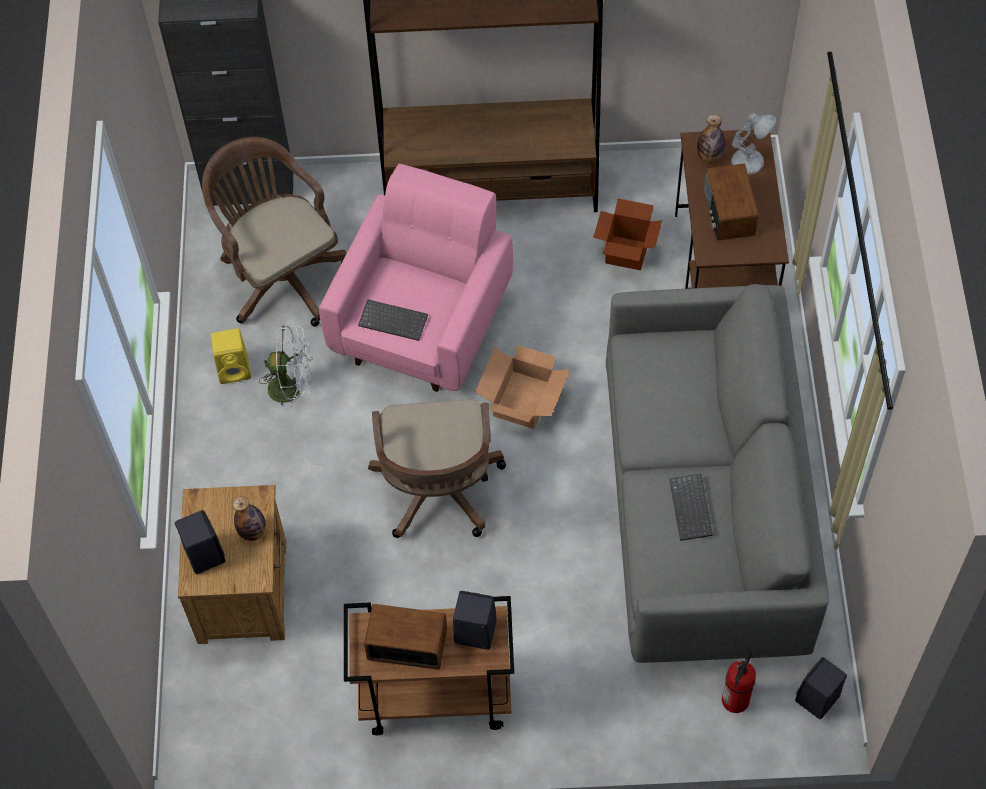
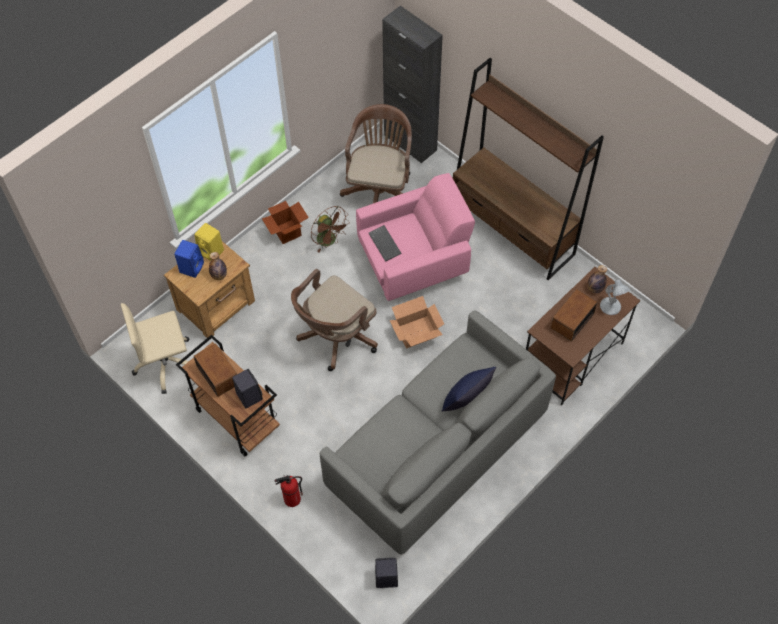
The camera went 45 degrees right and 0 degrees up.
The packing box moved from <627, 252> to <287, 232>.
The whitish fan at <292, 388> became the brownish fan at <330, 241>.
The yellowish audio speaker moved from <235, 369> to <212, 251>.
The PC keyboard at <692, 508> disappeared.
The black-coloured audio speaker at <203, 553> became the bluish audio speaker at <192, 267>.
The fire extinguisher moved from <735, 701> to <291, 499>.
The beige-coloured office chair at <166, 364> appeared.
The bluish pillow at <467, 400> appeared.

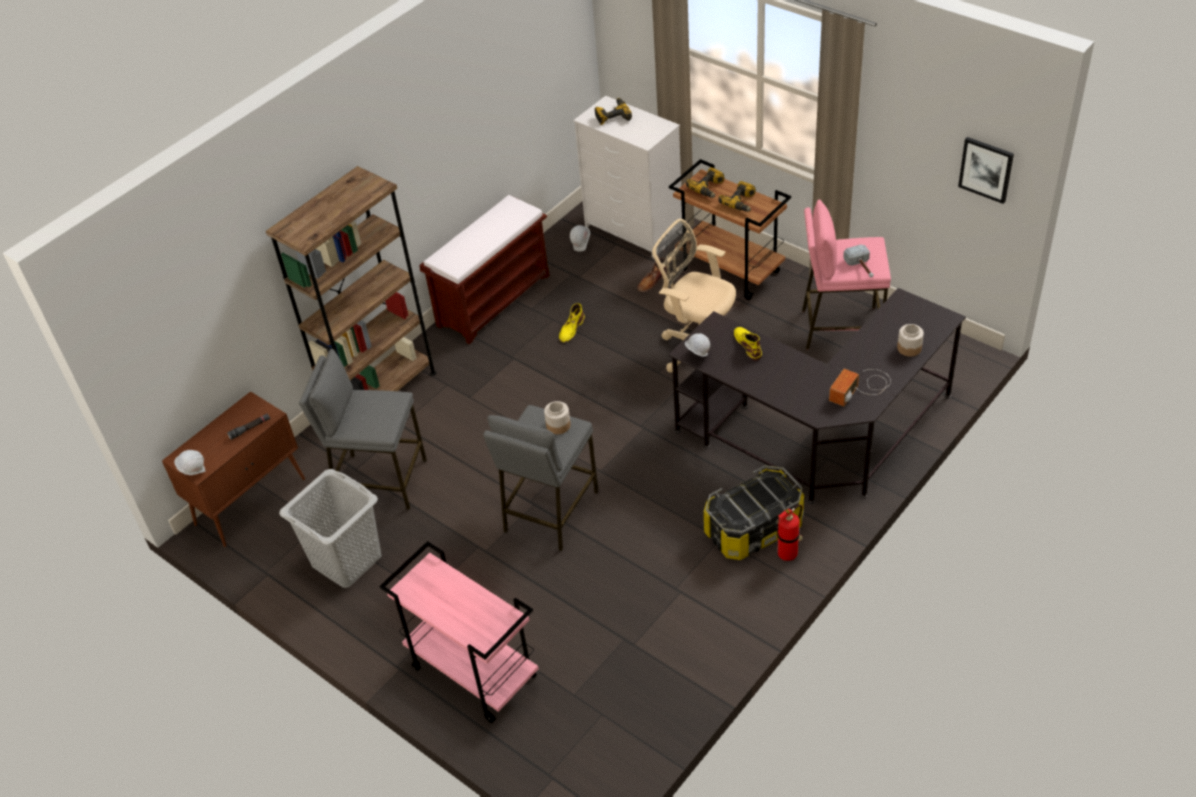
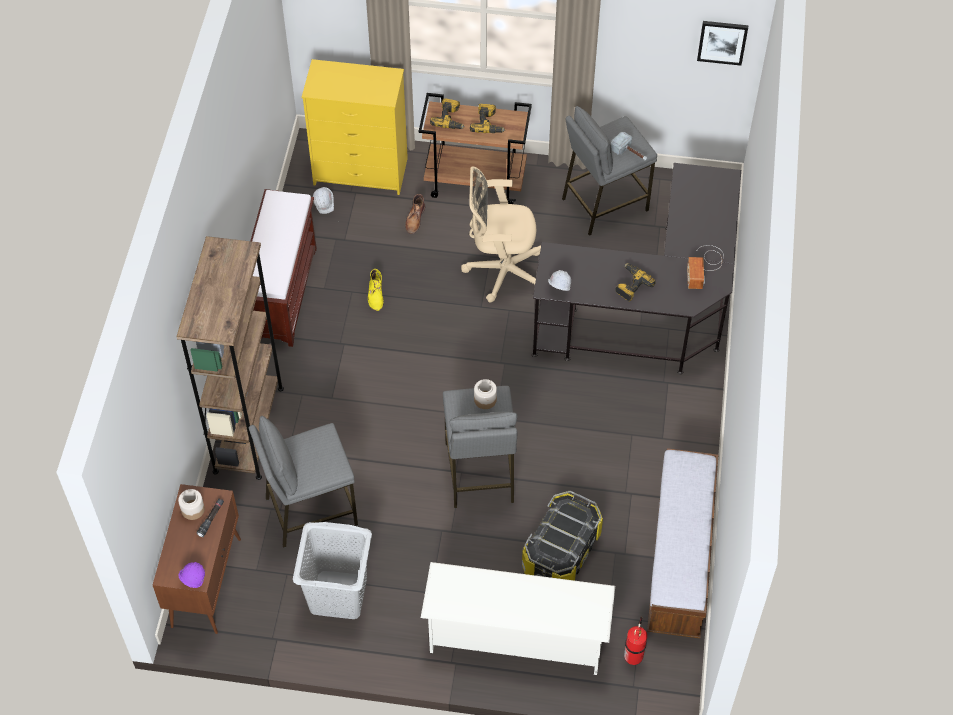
The camera went 35 degrees left and 10 degrees up.
The whitish drawer chest at <634, 229> became the yellowish drawer chest at <361, 171>.
The drill moved from <612, 115> to <631, 285>.
The pink stool seat at <840, 328> became the gray stool seat at <604, 204>.
The jar moved from <909, 348> to <193, 509>.
The yellowish high-top boot at <748, 345> disappeared.
The whitish safety helmet at <194, 472> became the purplish safety helmet at <193, 581>.
The storage bin moved from <754, 529> to <561, 552>.
The fire extinguisher moved from <789, 553> to <633, 655>.
The pink cart at <472, 672> was replaced by the whitish shoe rack at <516, 637>.
The indoor bench at <679, 558> appeared.

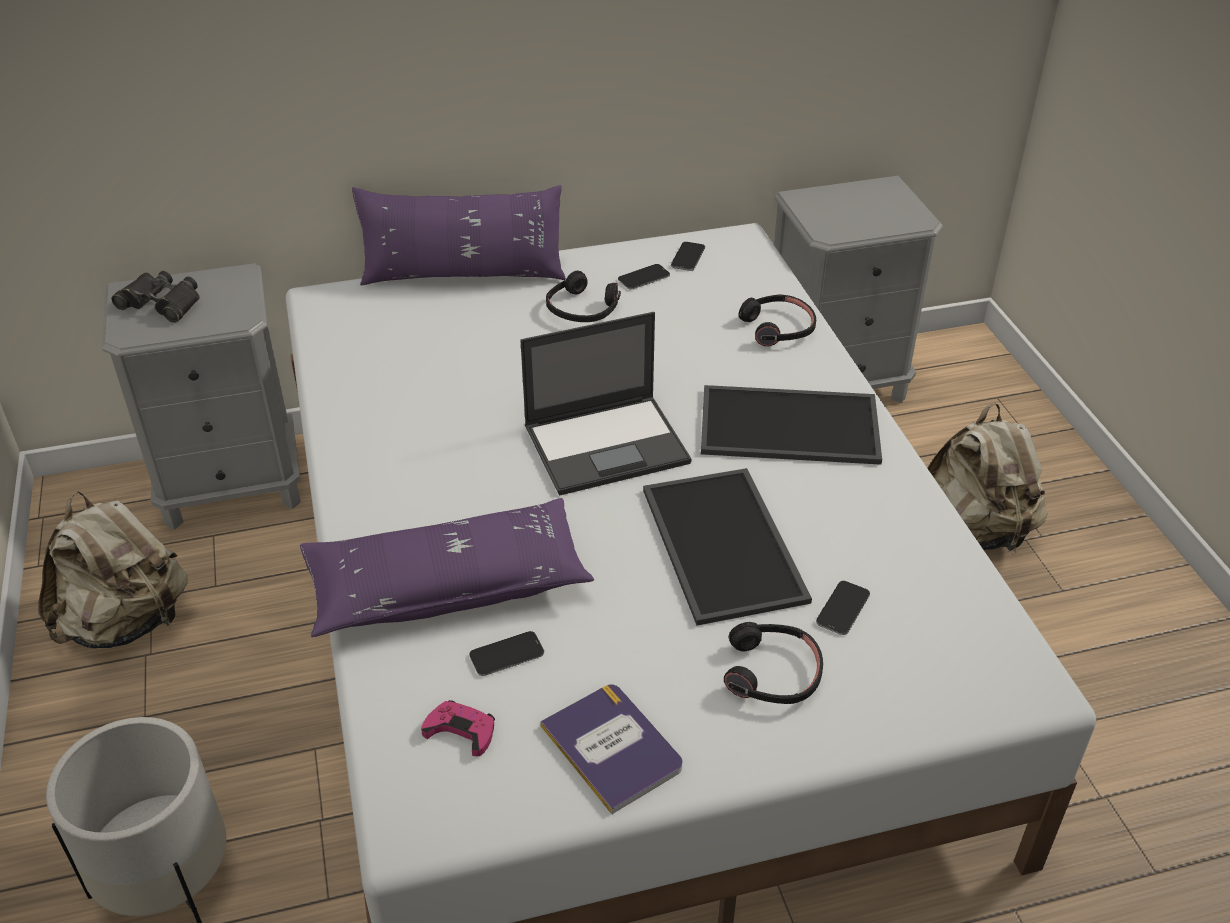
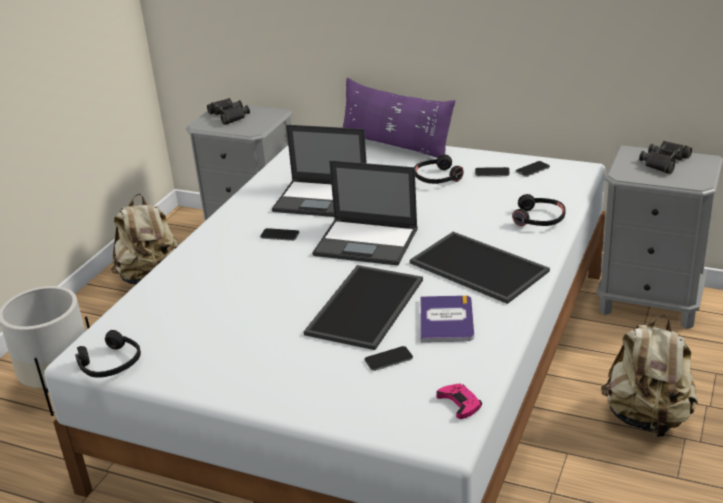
The camera went 40 degrees right and 10 degrees down.
The purplish pillow at <447, 585> disappeared.
The black-coloured pair of headphones moved from <772, 673> to <110, 364>.
The telephone moved from <507, 655> to <280, 235>.
The volume moved from <612, 747> to <446, 320>.
The pink gamepad moved from <461, 731> to <460, 403>.
The laptop at <322, 199> appeared.
The black-coloured field glasses at <664, 162> appeared.

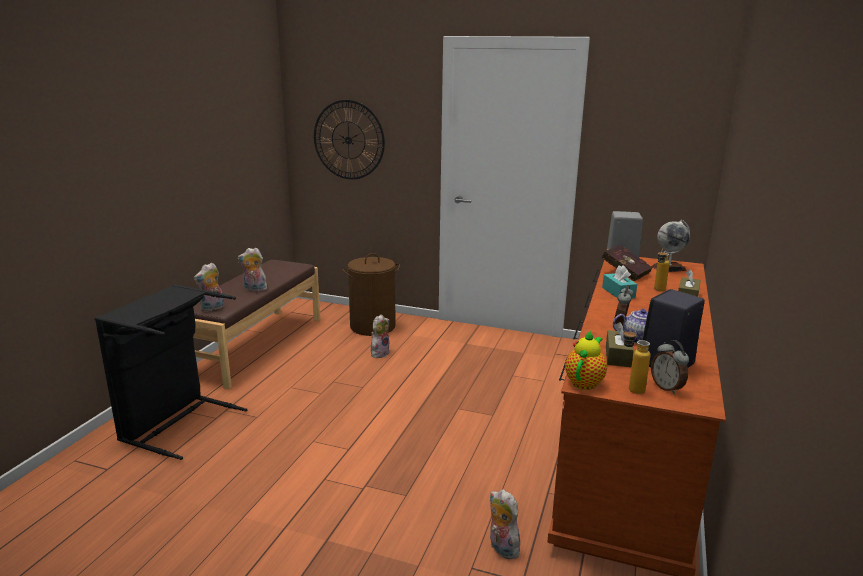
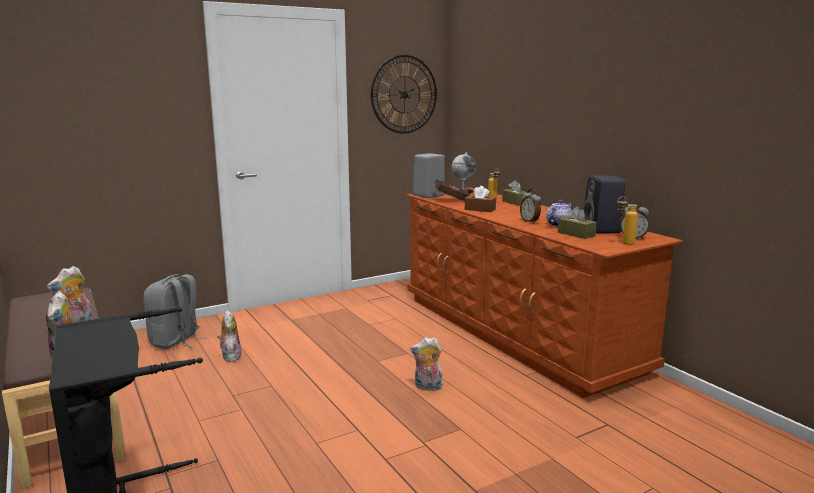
The camera went 50 degrees left and 5 degrees down.
The clock on the wall moved from <348, 140> to <404, 94>.
The brownish hamper at <372, 327> was replaced by the gray knapsack at <176, 341>.
The turquoise tissue box at <618, 293> became the brownish tissue box at <480, 209>.
The teapot at <585, 382> disappeared.
The plush toy moved from <501, 548> to <427, 387>.

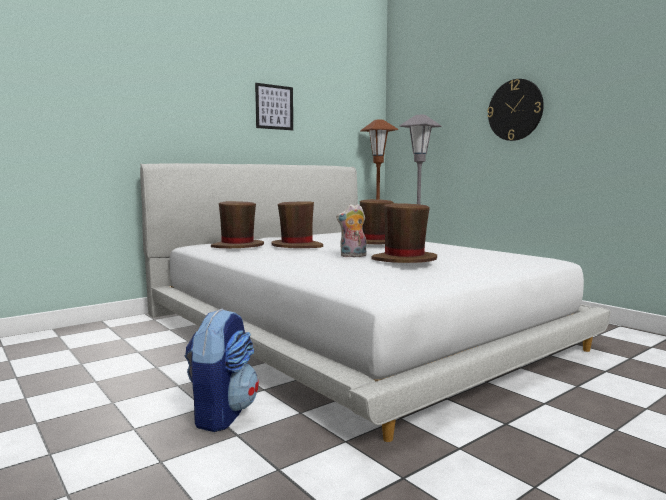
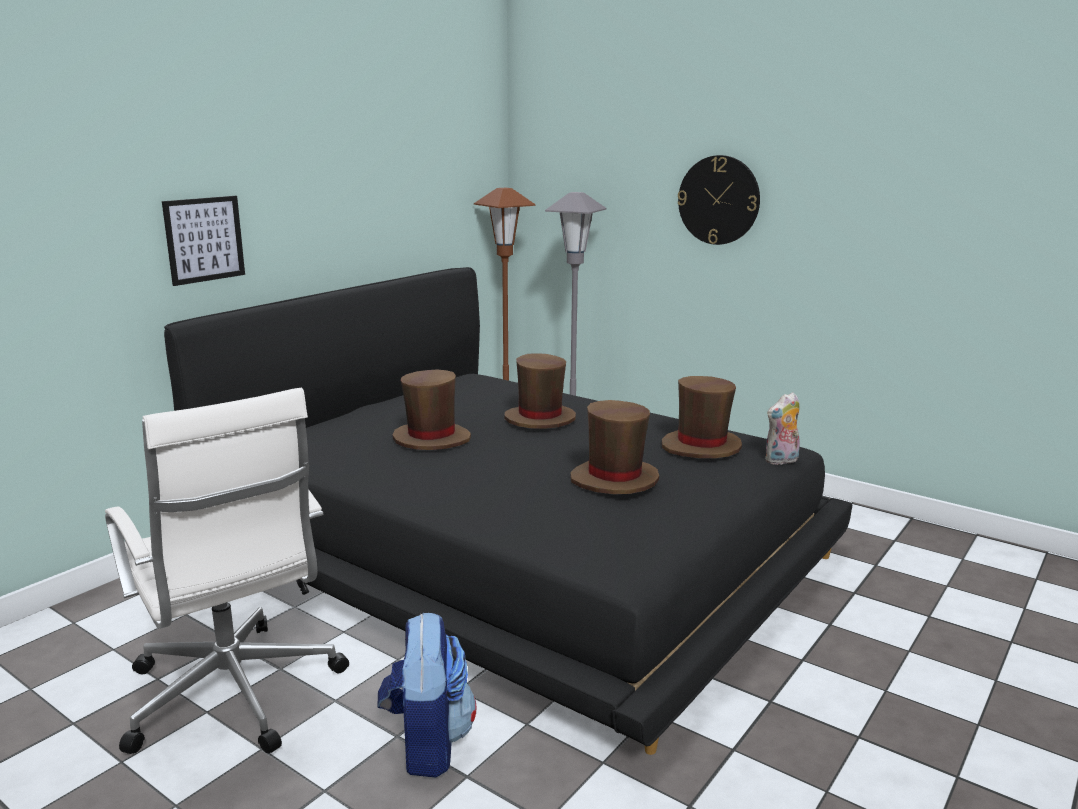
The camera went 15 degrees left and 10 degrees up.
The wall art moved from <274, 107> to <204, 239>.
The whitish bed at <351, 329> became the black-coloured bed at <519, 551>.
The brownish clothing hat moved from <237, 246> to <701, 447>.
The plush toy moved from <353, 256> to <781, 461>.
The whitish office chair at <233, 696> appeared.

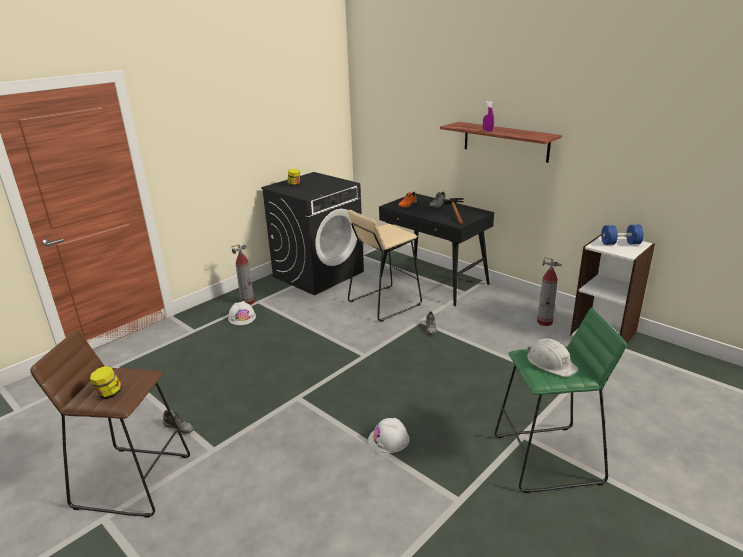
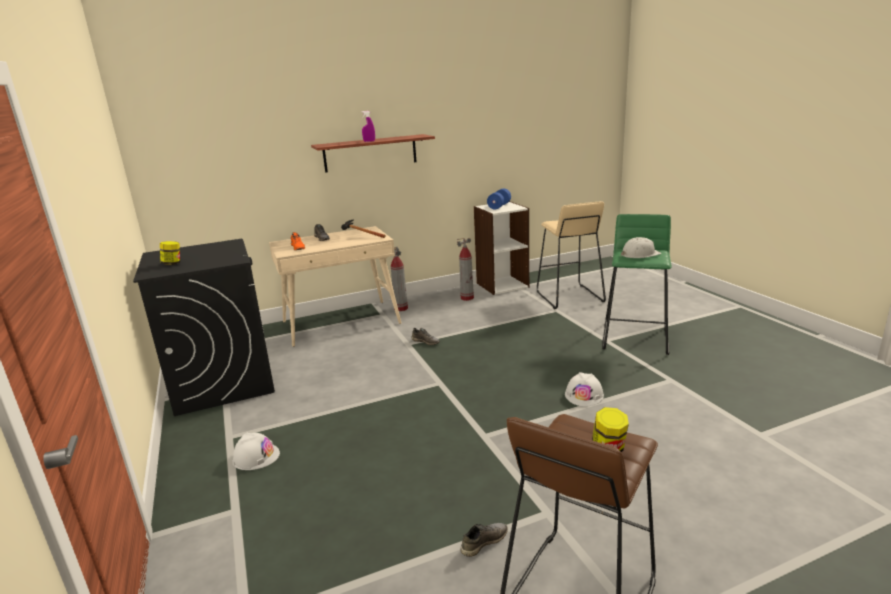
The camera went 65 degrees left and 5 degrees down.
The black-coloured desk table at <434, 281> became the beige-coloured desk table at <341, 322>.
The beige-coloured stool seat moved from <384, 303> to <569, 297>.
The fire extinguisher moved from <247, 302> to <401, 308>.

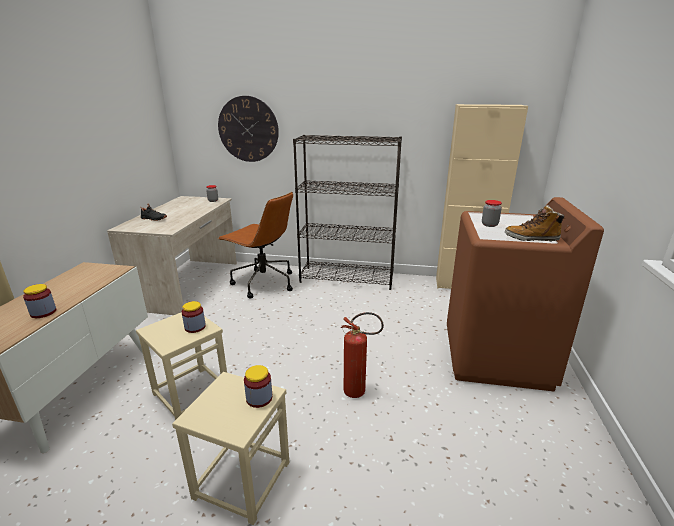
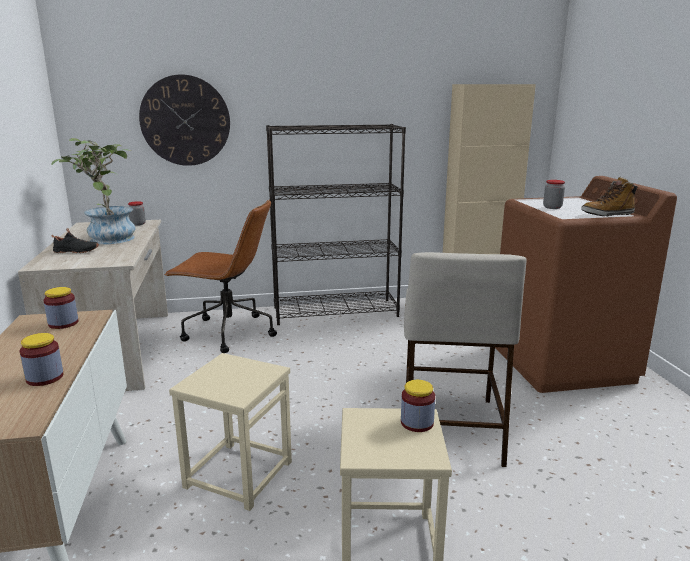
The camera went 20 degrees left and 5 degrees down.
The jar moved from <195, 327> to <63, 323>.
The fire extinguisher at <359, 392> was replaced by the beige-coloured stool seat at <449, 426>.
The houseplant at <106, 238> appeared.

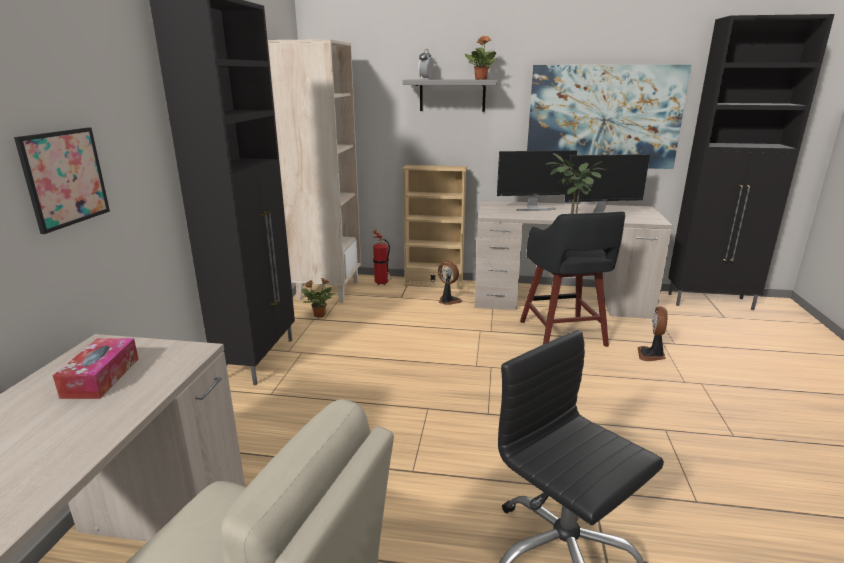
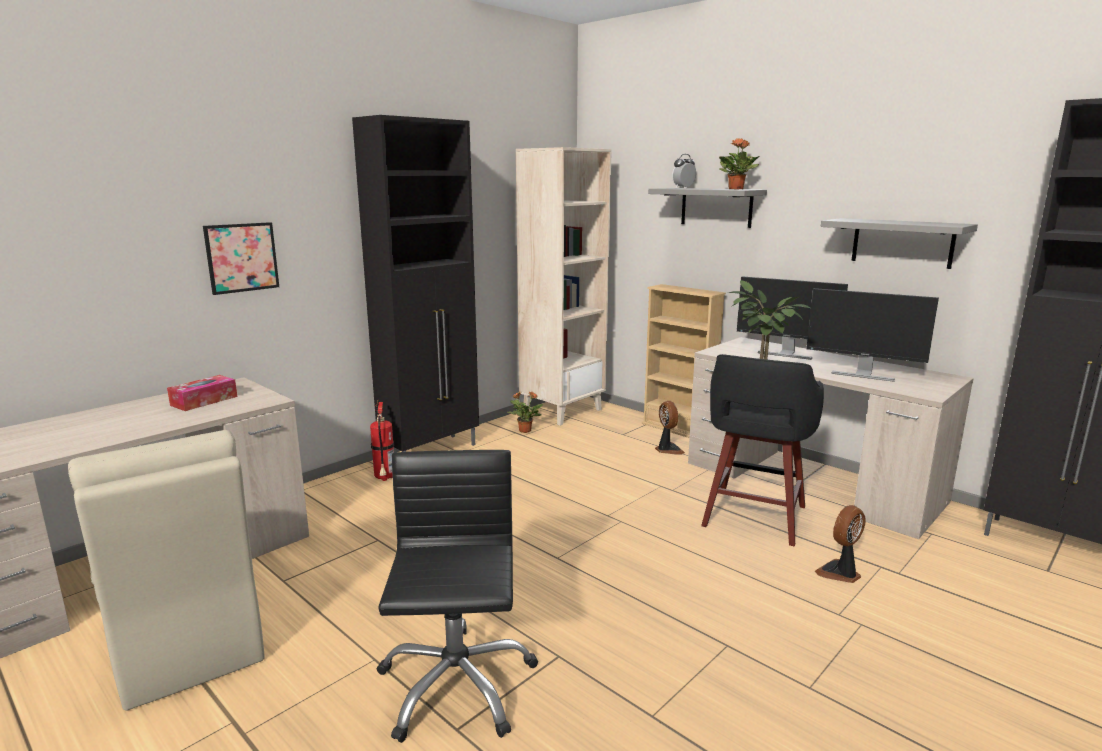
The camera went 35 degrees right and 5 degrees down.
The wall art at <603, 117> was replaced by the gray shelf at <902, 242>.
The fire extinguisher moved from <382, 284> to <384, 479>.

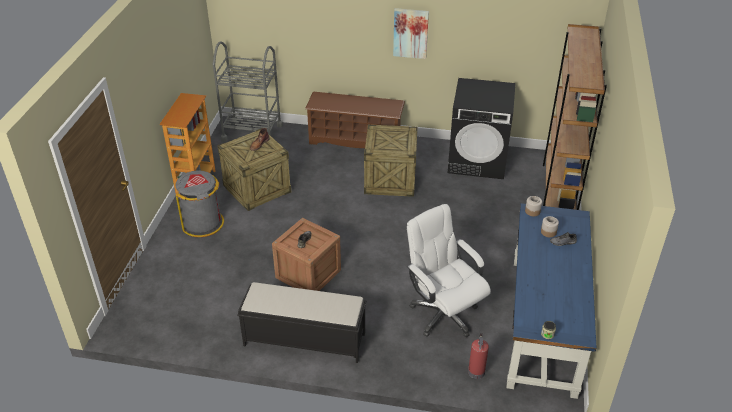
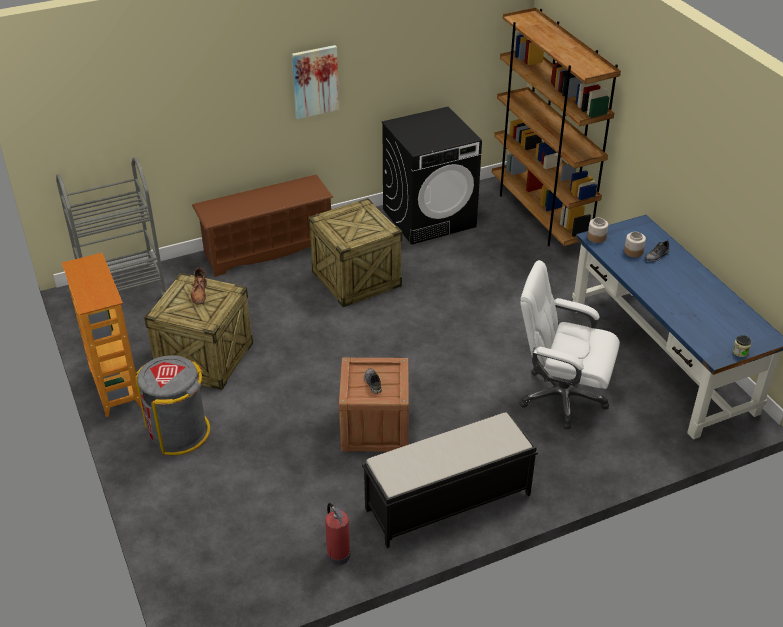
The camera went 35 degrees left and 0 degrees up.
The fire extinguisher moved from <476, 371> to <338, 554>.

